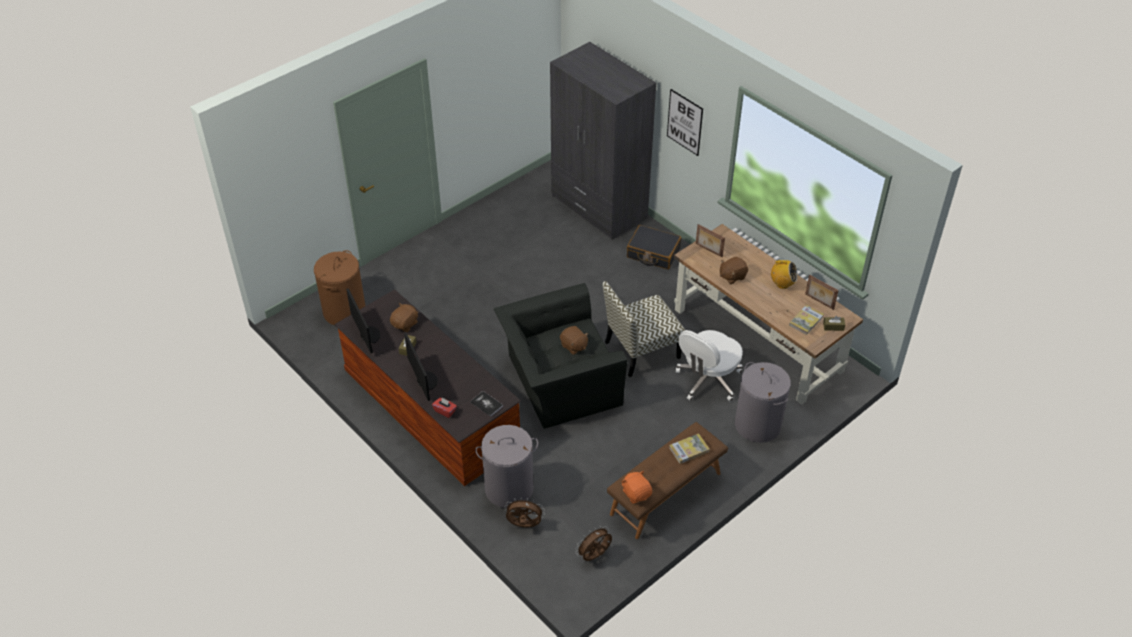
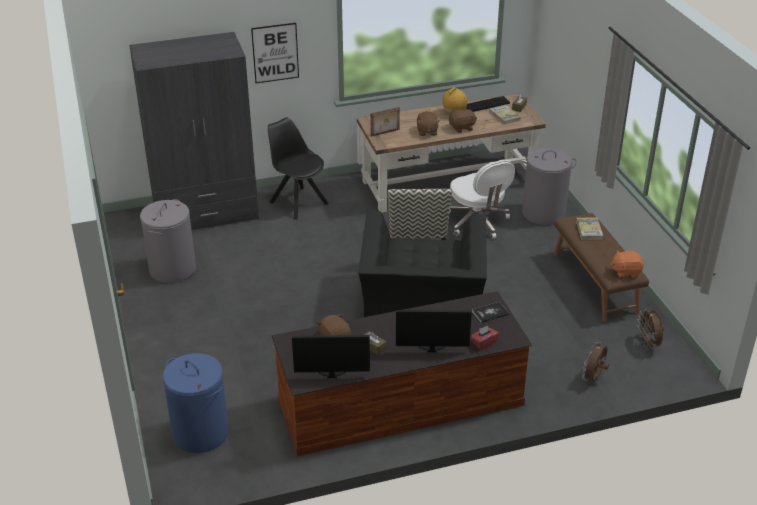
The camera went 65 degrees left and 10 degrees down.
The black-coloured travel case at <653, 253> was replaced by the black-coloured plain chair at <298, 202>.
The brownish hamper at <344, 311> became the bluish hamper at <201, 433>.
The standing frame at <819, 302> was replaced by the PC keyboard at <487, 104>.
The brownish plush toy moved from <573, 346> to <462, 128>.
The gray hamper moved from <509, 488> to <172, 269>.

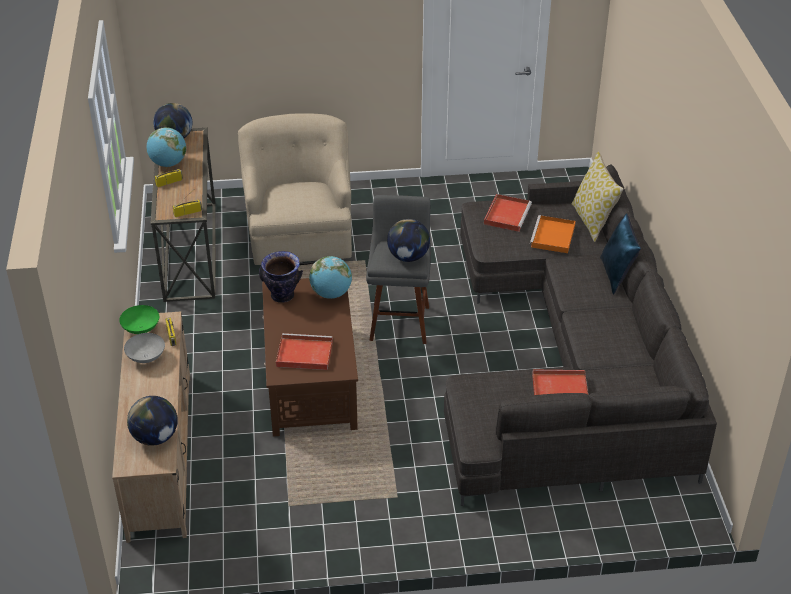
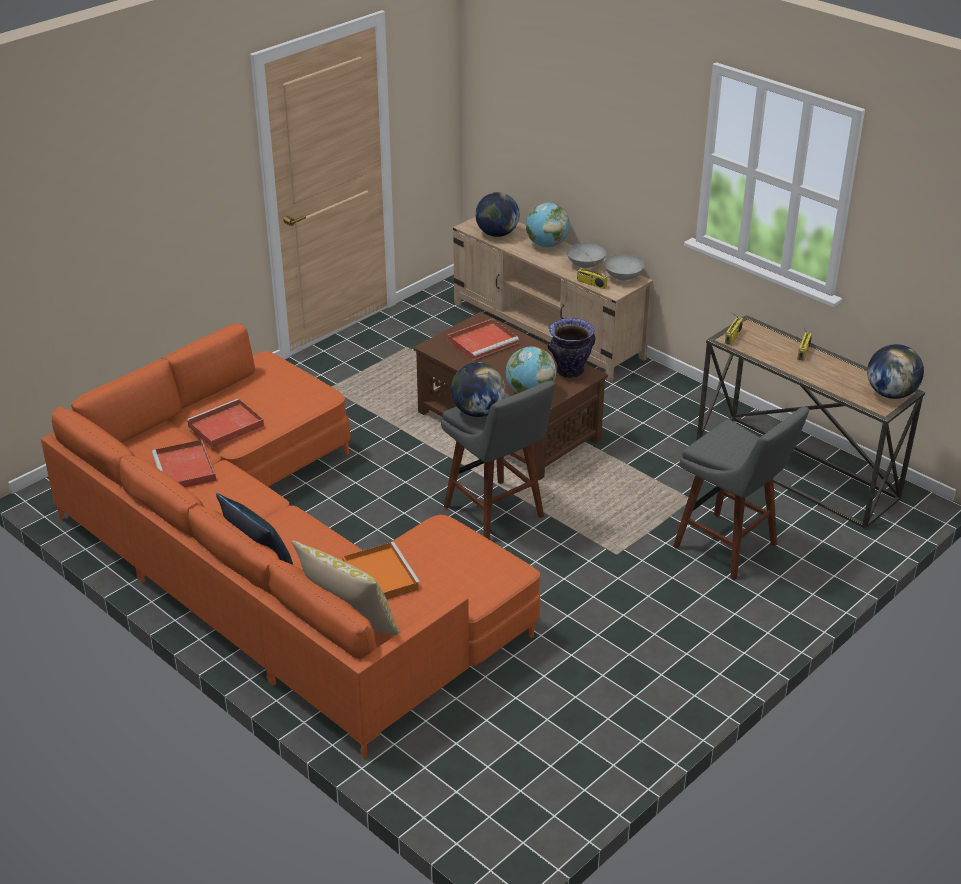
The camera went 140 degrees right and 5 degrees down.
The beige-coloured easy chair at <300, 232> was replaced by the gray stool seat at <729, 548>.
The globe moved from <168, 164> to <546, 245>.
The gray couch at <570, 362> became the orangey couch at <276, 563>.
The reddish tray moved from <507, 214> to <185, 469>.
The green bowl at <141, 329> became the gray bowl at <622, 277>.

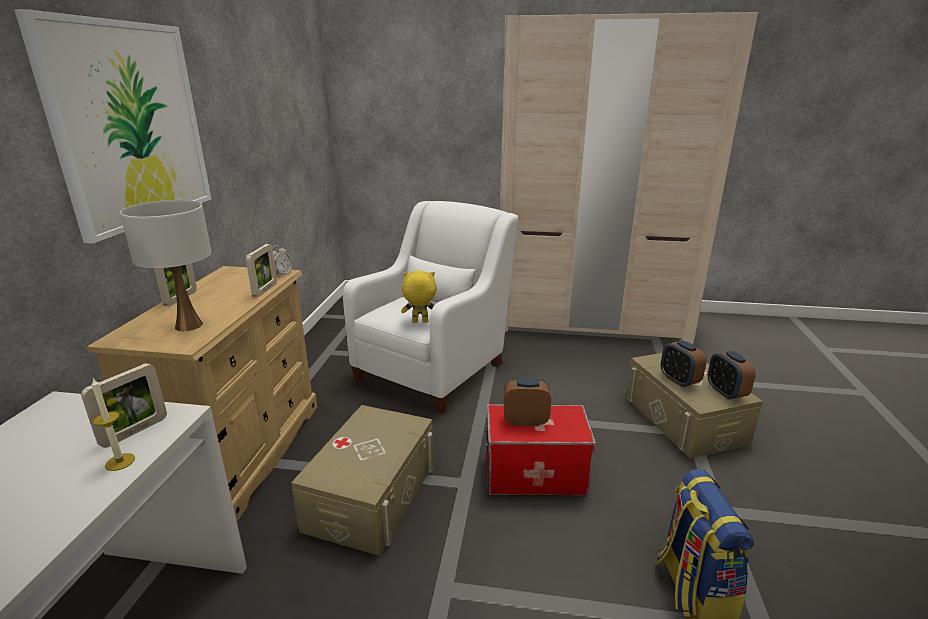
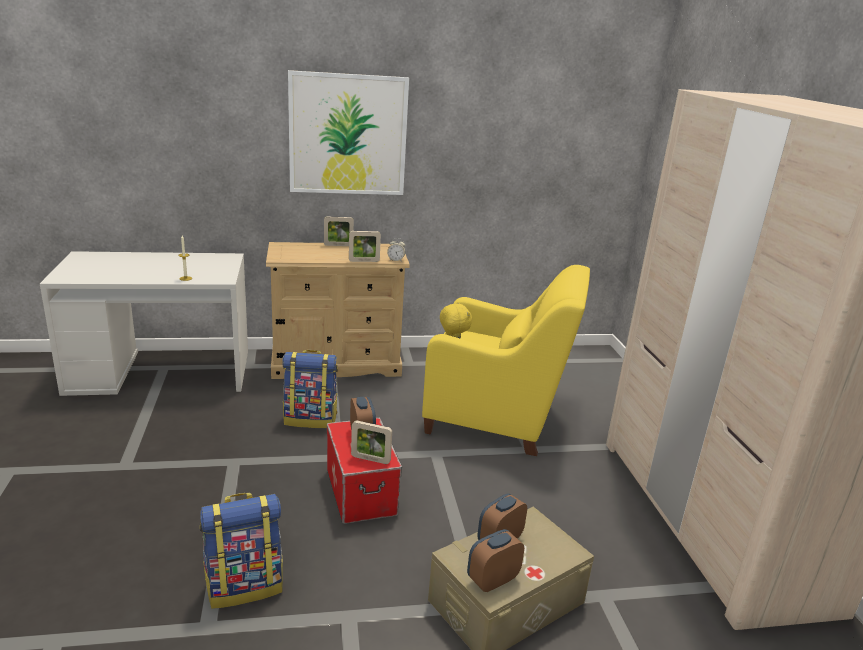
The camera went 70 degrees right and 0 degrees up.
The whitish tabletop lamp at <189, 325> disappeared.
The whitish easy chair at <435, 368> became the yellowish easy chair at <497, 418>.
The standing frame moved from <134, 431> to <370, 459>.
The beige-coloured storage bin at <371, 495> was replaced by the knapsack at <311, 419>.

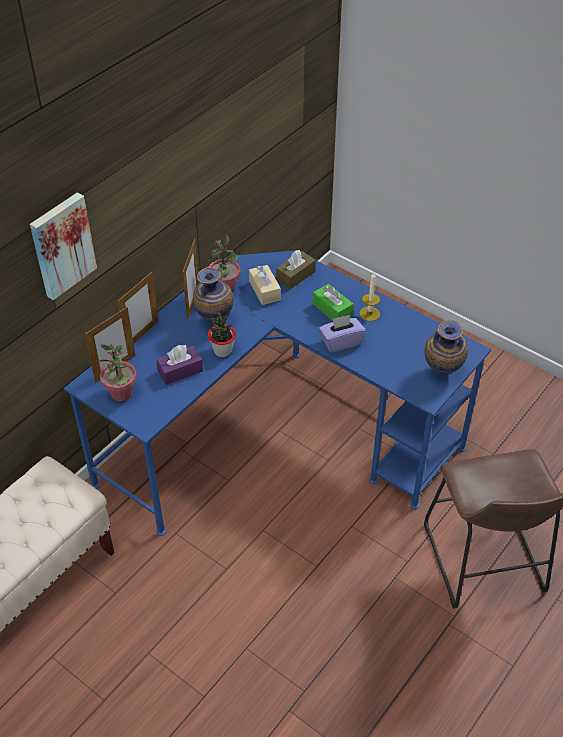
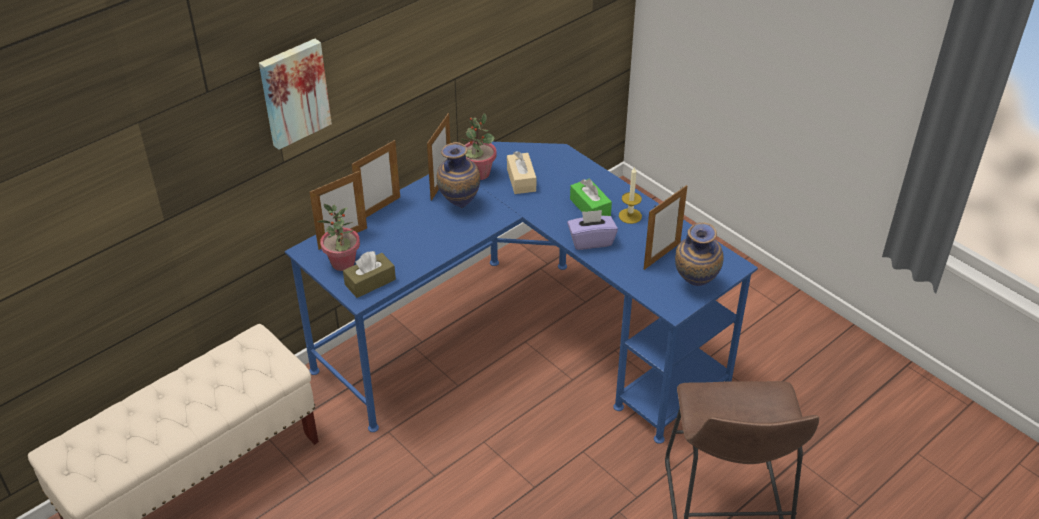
The camera went 10 degrees right and 5 degrees down.
The brownish tissue box moved from <295, 276> to <370, 282>.
The houseplant at <222, 351> disappeared.
The purplish tissue box at <180, 371> disappeared.
The standing frame at <662, 256> appeared.

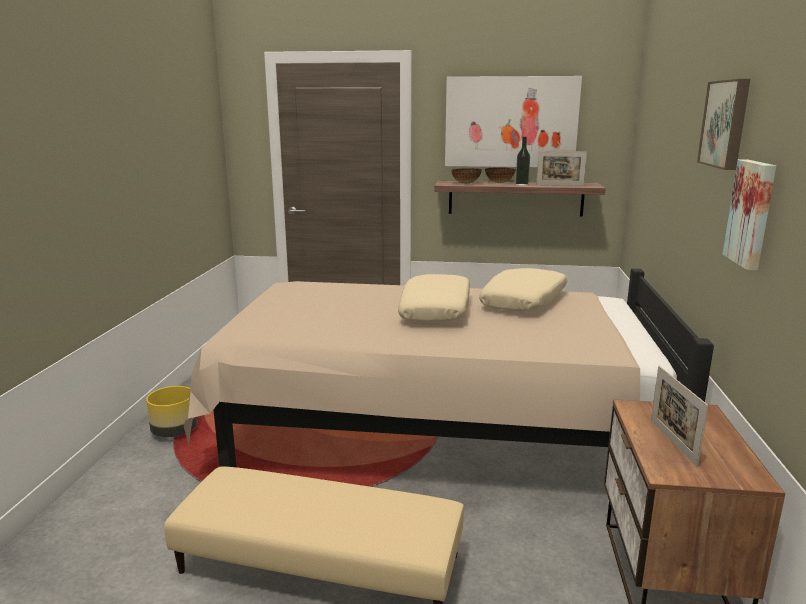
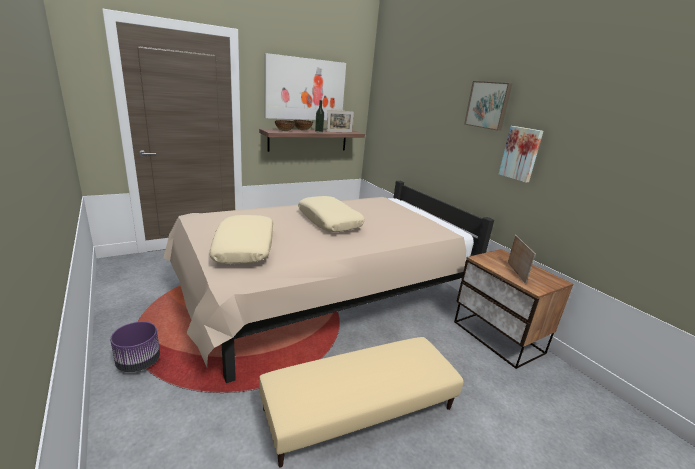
The camera went 40 degrees left and 5 degrees up.
The beige-coloured pillow moved from <524, 301> to <245, 247>.
The standing frame at <672, 442> turned 135 degrees counterclockwise.
The yellowish plant pot at <175, 431> became the purplish plant pot at <139, 362>.

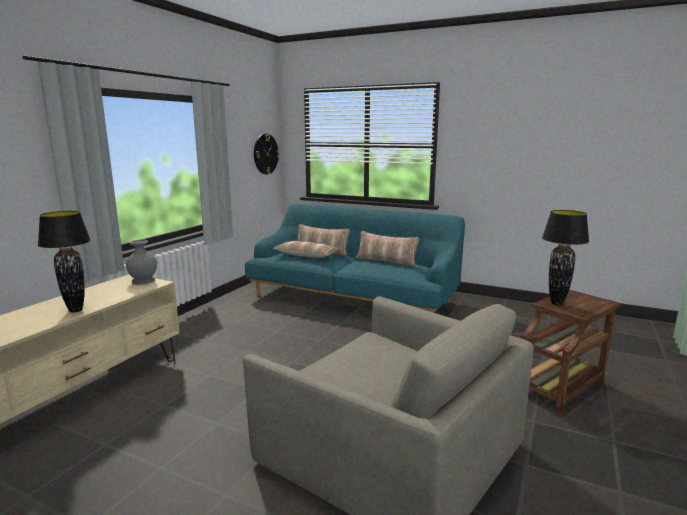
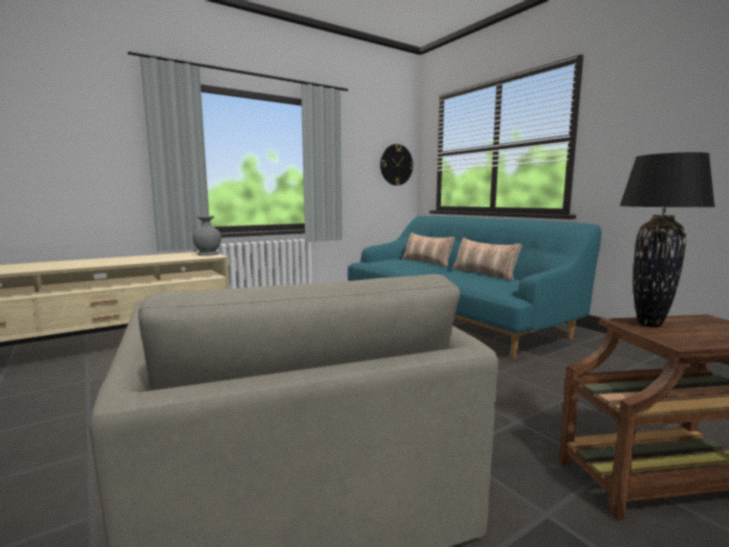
The camera went 30 degrees right and 5 degrees down.
The black-coloured tabletop lamp at <76, 310> disappeared.
The pillow at <306, 255> disappeared.

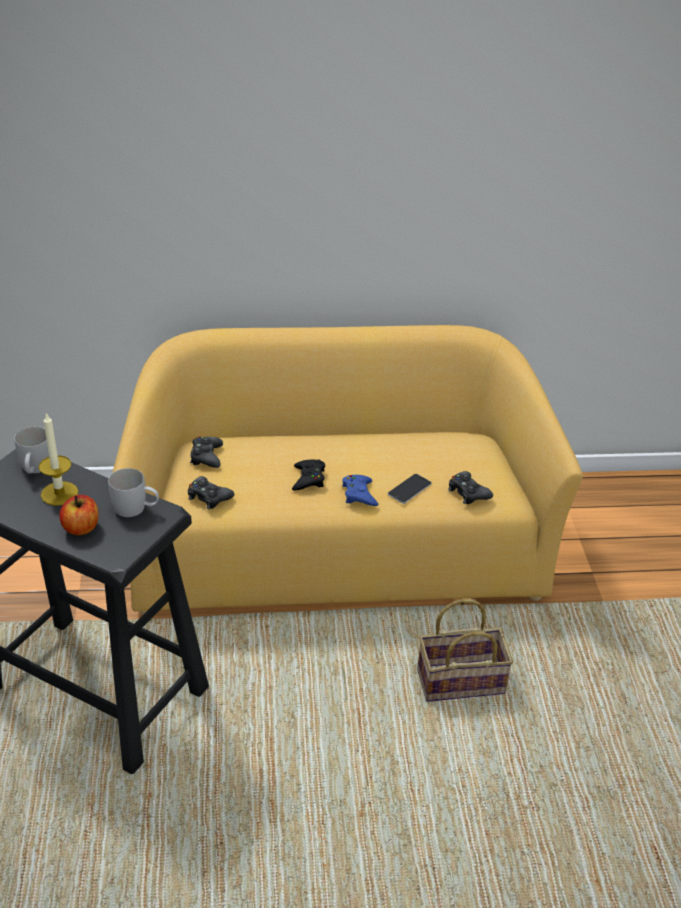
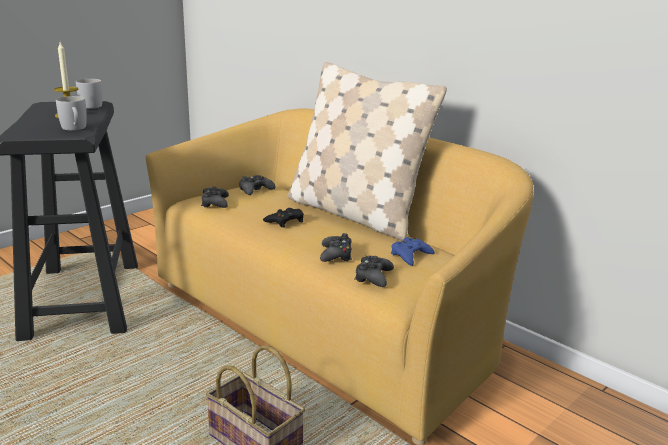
The camera went 50 degrees right and 15 degrees down.
The telephone at <409, 489> was replaced by the black-coloured gamepad at <336, 255>.
The bluish gamepad moved from <359, 494> to <410, 255>.
The apple at <81, 528> disappeared.
The beige-coloured pillow at <354, 214> appeared.

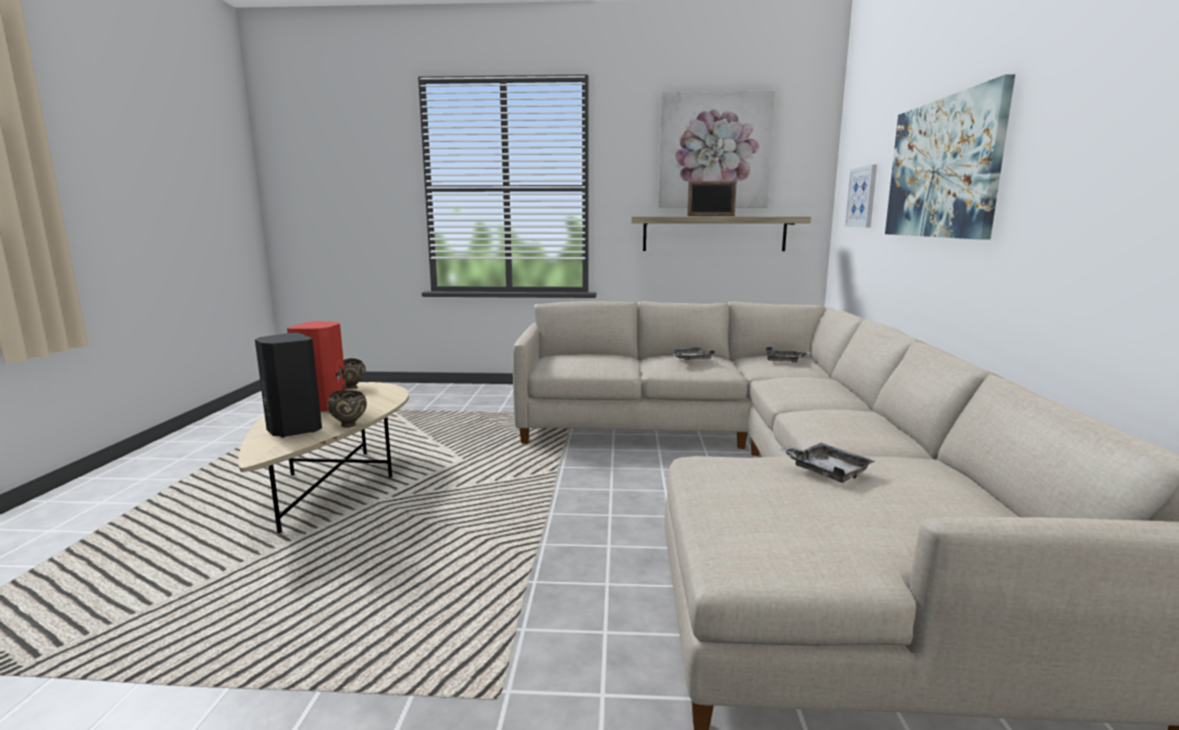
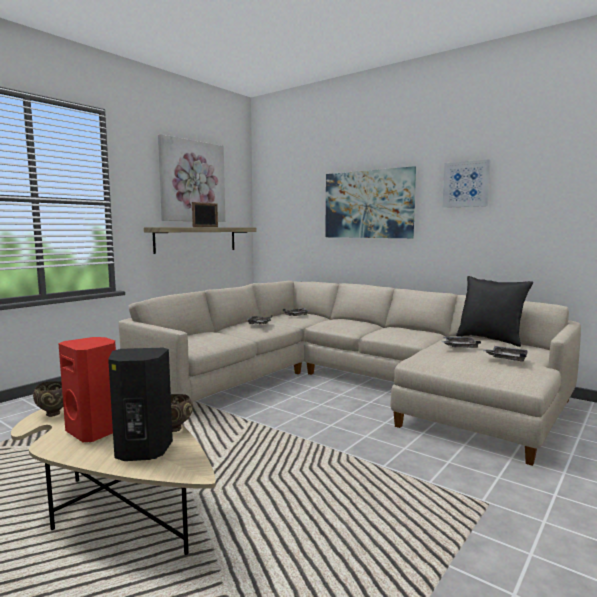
The camera went 55 degrees left and 5 degrees down.
The wall art moved from <862, 197> to <466, 184>.
The black-coloured pillow at <490, 339> appeared.
The gray tray at <507, 358> appeared.

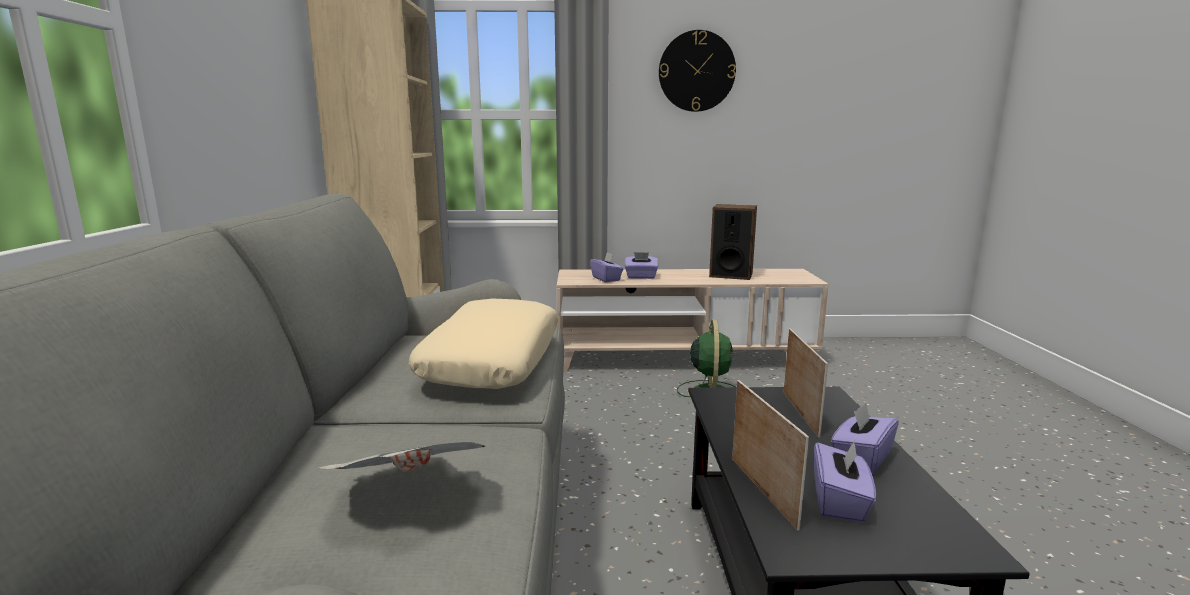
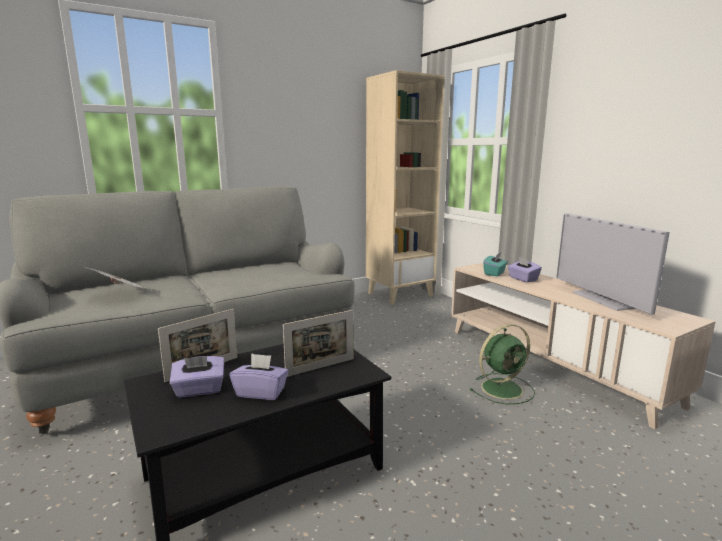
The camera went 60 degrees right and 0 degrees up.
The clock on the wall at <696, 71> disappeared.
The audio speaker at <731, 275> was replaced by the television at <601, 300>.
The purplish tissue box at <606, 279> became the turquoise tissue box at <494, 273>.
The beige-coloured pillow at <492, 360> disappeared.

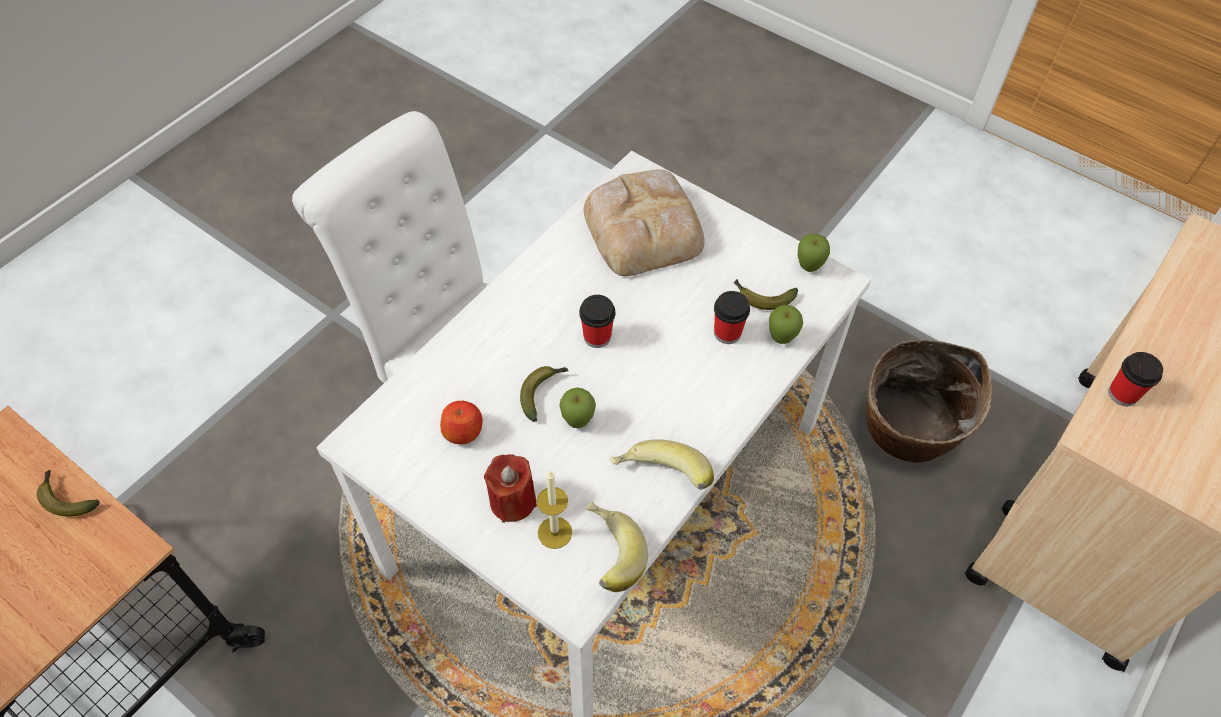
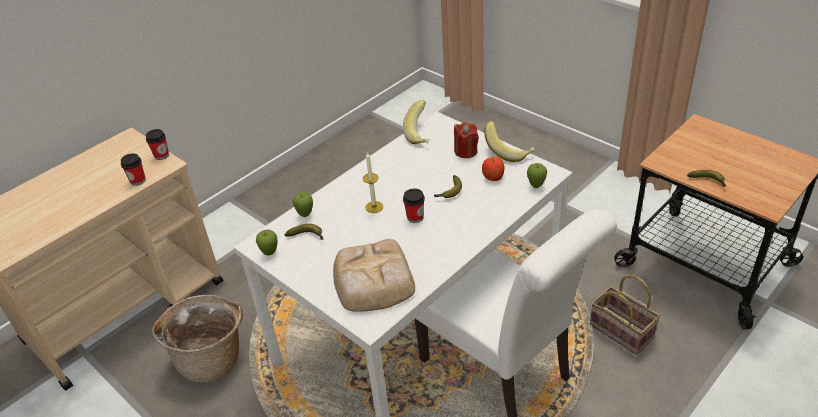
The camera went 170 degrees left and 15 degrees down.
The drinking cup moved from <727, 333> to <161, 155>.
The apple moved from <578, 422> to <536, 186>.
The whole banana moved from <660, 480> to <509, 152>.
The candle moved from <555, 532> to <374, 207>.
The basket at <623, 331> appeared.

